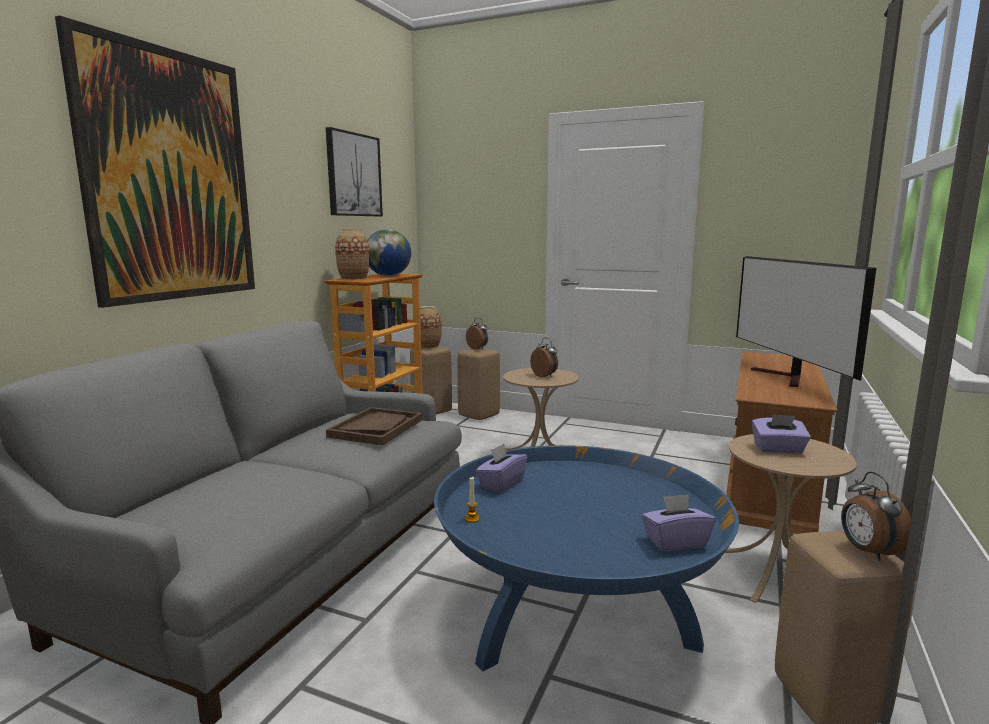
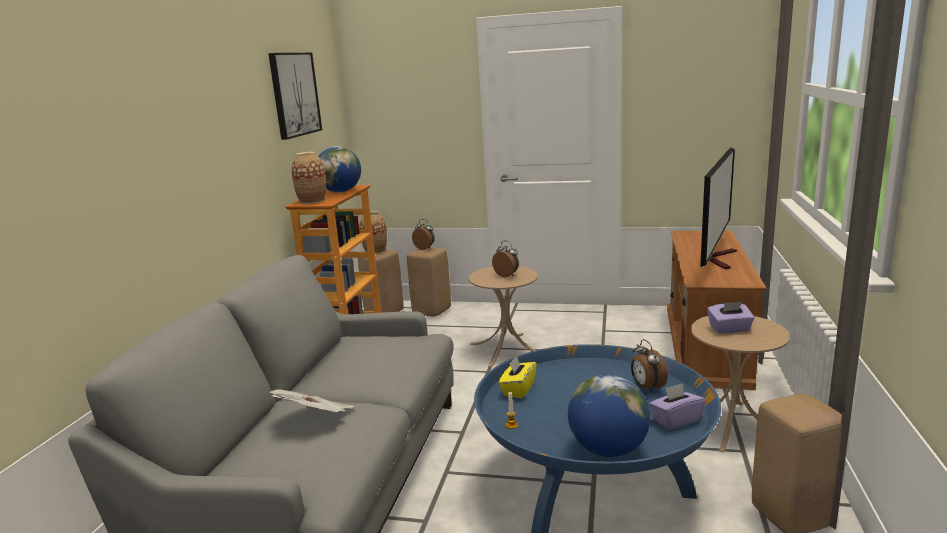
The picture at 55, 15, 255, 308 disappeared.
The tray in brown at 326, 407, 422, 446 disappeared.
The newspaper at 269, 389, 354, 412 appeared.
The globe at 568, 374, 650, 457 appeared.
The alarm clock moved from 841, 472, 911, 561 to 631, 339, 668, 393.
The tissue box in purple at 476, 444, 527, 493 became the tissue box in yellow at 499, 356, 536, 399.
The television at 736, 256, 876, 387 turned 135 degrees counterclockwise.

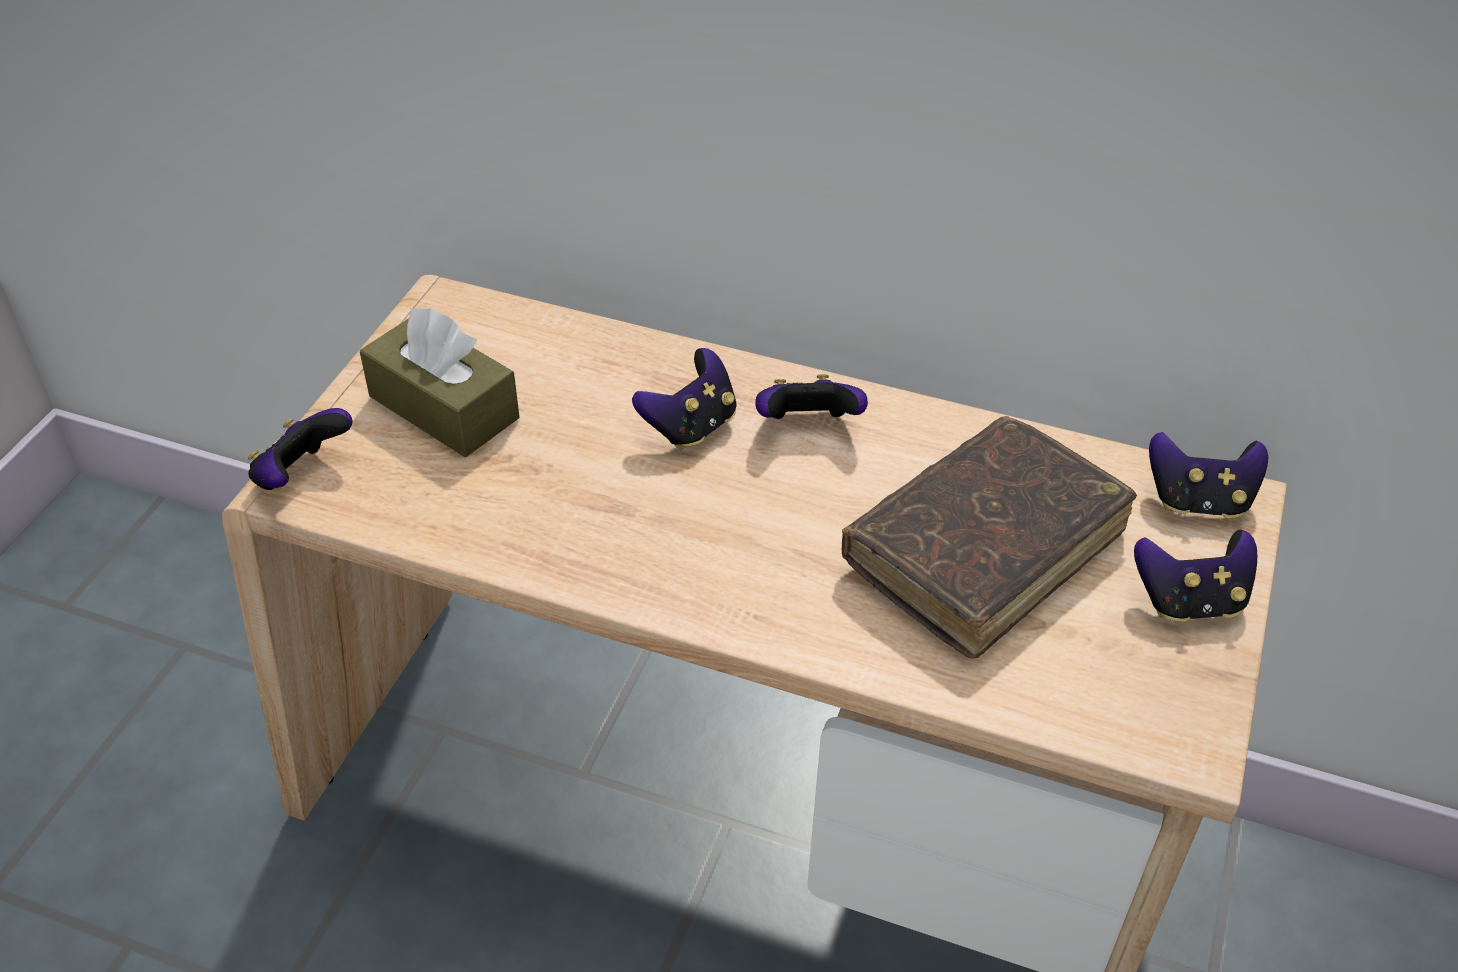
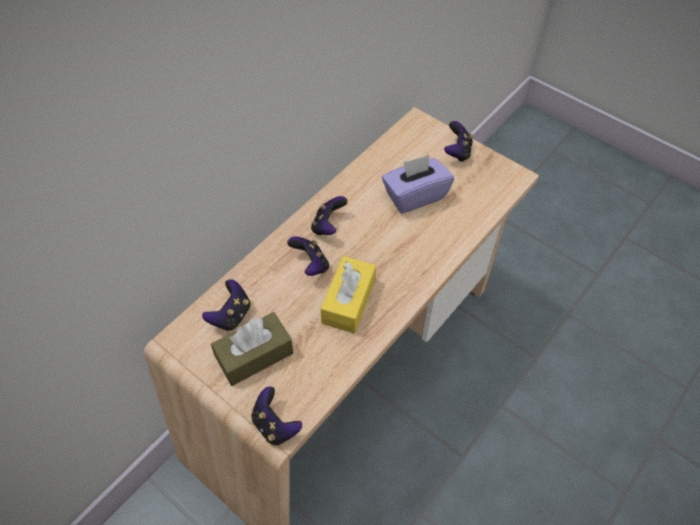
The tissue box in yellow at 321, 256, 376, 333 appeared.
The game controller moved from 1149, 432, 1268, 518 to 202, 279, 251, 331.
The book in brown at 842, 416, 1137, 659 was replaced by the tissue box in purple at 382, 155, 454, 213.

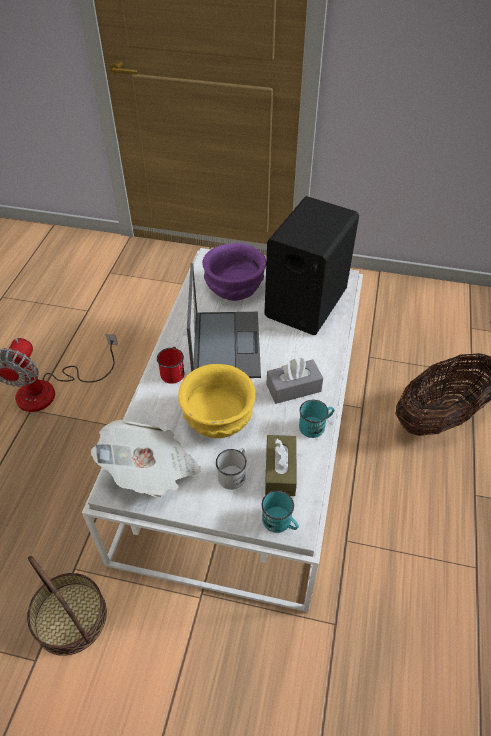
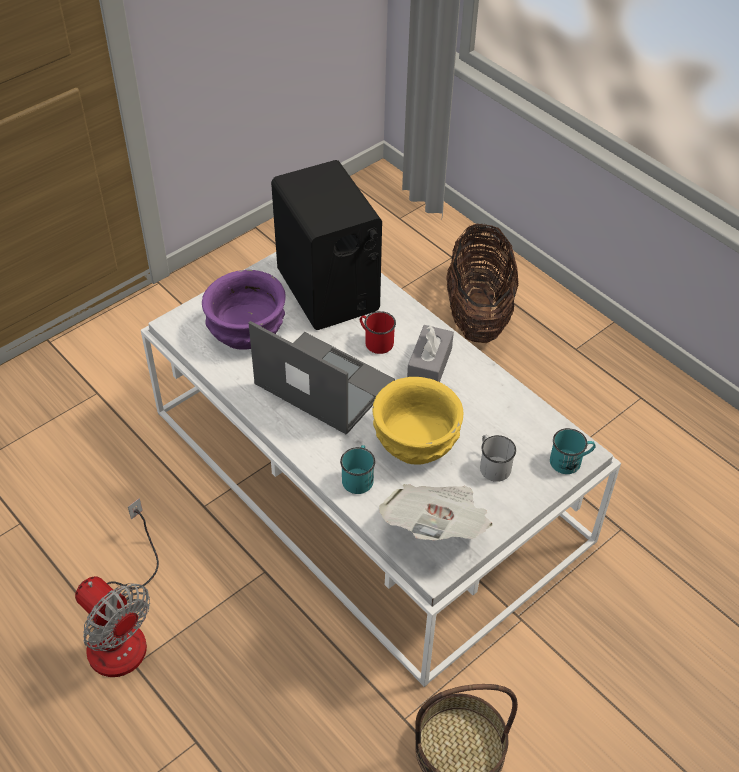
The tissue box in brown at 265, 435, 297, 496 disappeared.
The mug in red moved from 157, 347, 184, 384 to 360, 311, 396, 354.
The mug in turquoise moved from 299, 400, 334, 438 to 340, 445, 375, 494.

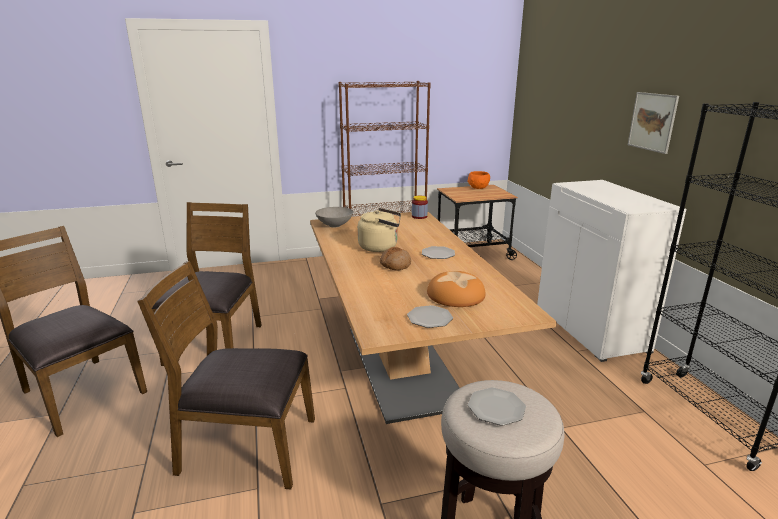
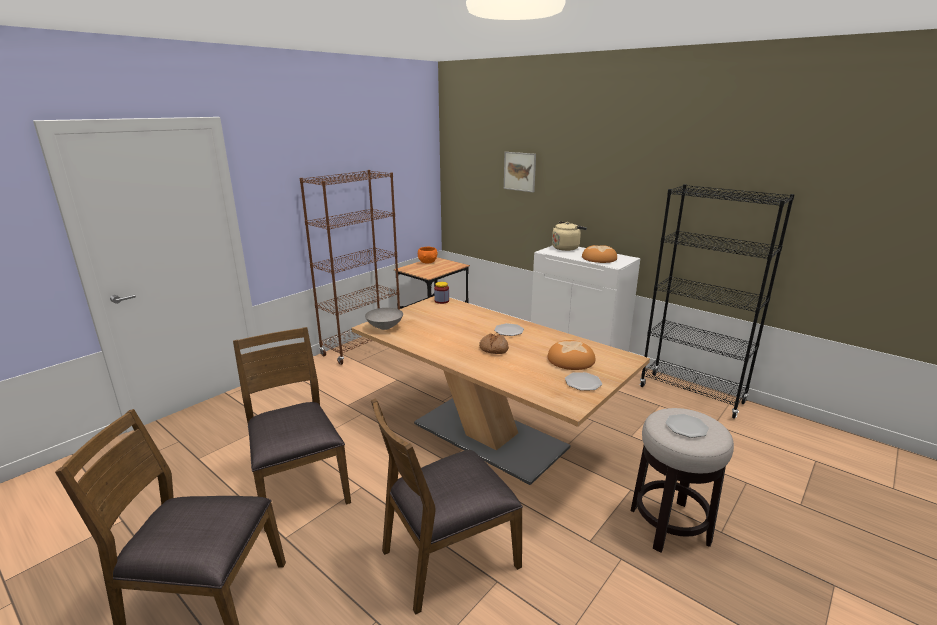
The bread at 582, 245, 617, 263 appeared.
The kettle in beige moved from 358, 208, 401, 252 to 552, 221, 587, 251.
The picture moved from 628, 92, 679, 154 to 504, 152, 536, 192.

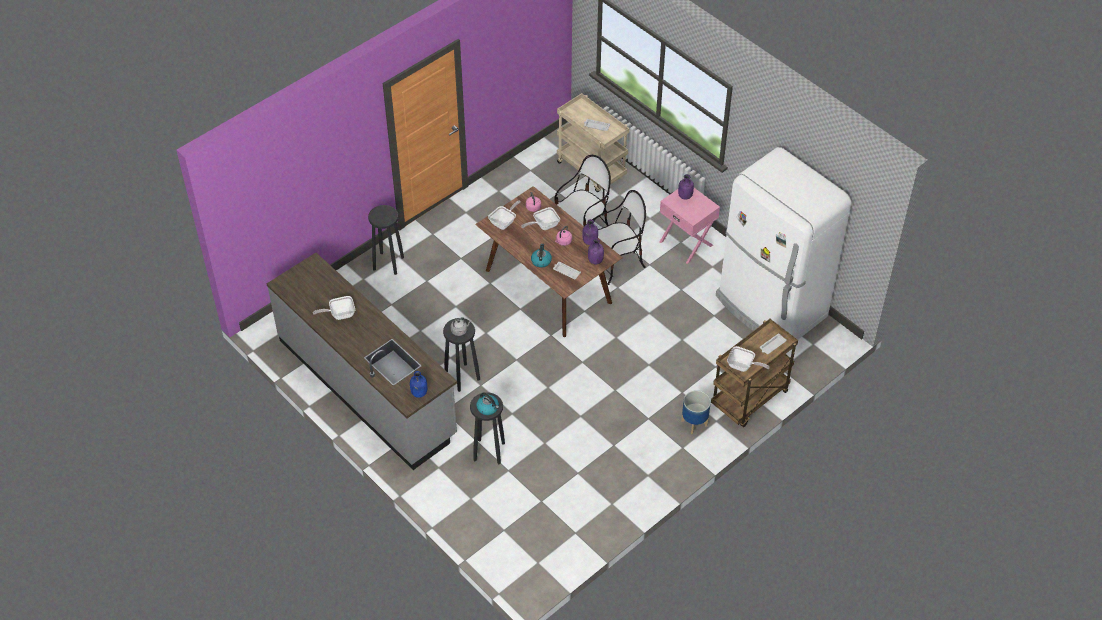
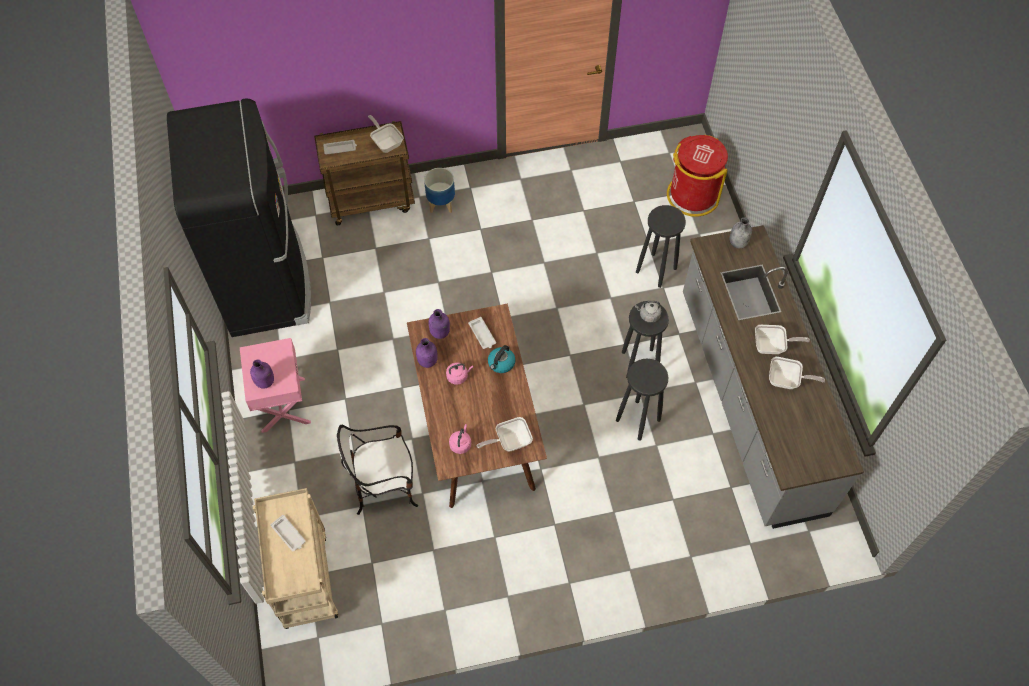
The kettle at 476, 392, 499, 415 disappeared.
The chair at 593, 190, 646, 285 disappeared.
The trash can in red at 667, 135, 728, 217 appeared.
The stool in black moved from 368, 205, 404, 275 to 616, 359, 669, 441.
The frying pan moved from 521, 207, 560, 230 to 755, 325, 810, 354.
The bottle in blue at 410, 371, 427, 398 became the bottle in grey at 730, 217, 752, 249.
The fridge in white at 716, 147, 851, 340 became the fridge in black at 167, 98, 311, 337.

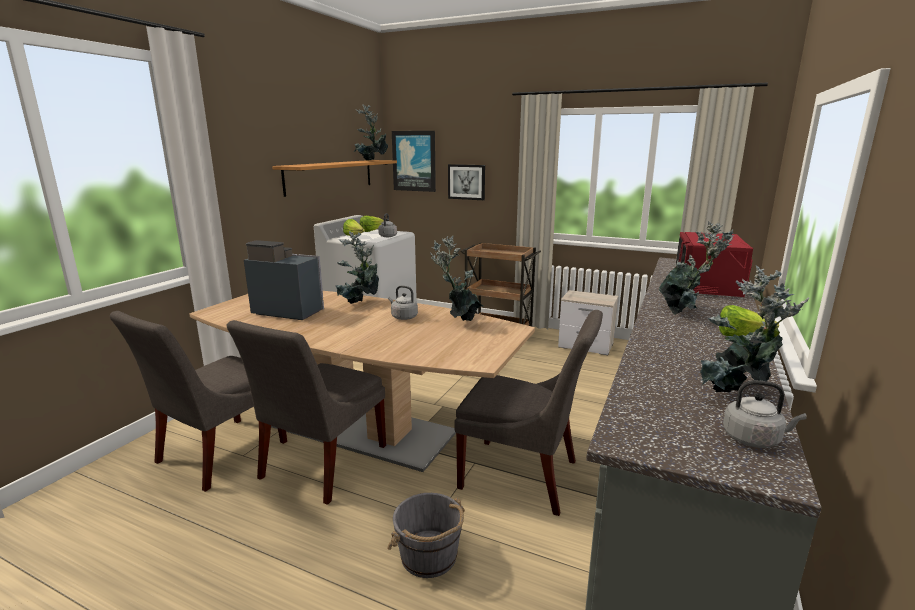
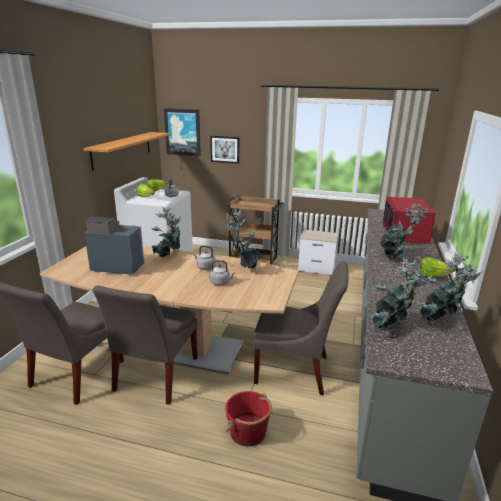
The potted plant moved from 354, 104, 388, 161 to 372, 257, 432, 330.
The kettle in grey moved from 723, 380, 807, 448 to 209, 260, 235, 285.
The bucket in grey at 387, 493, 465, 578 became the bucket in red at 225, 391, 272, 446.

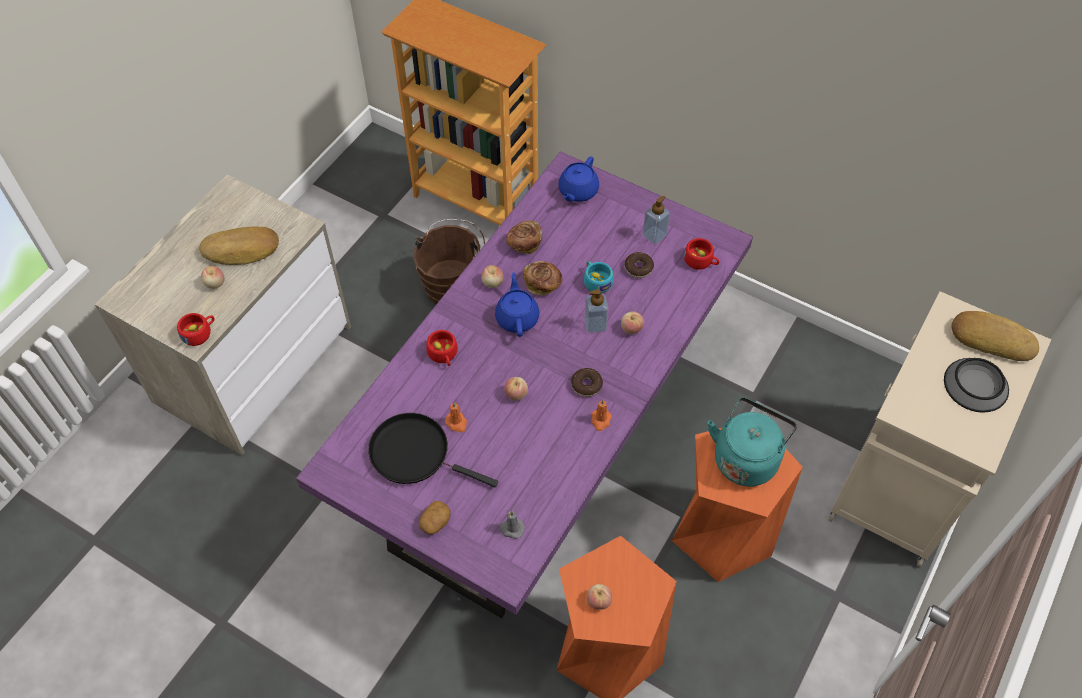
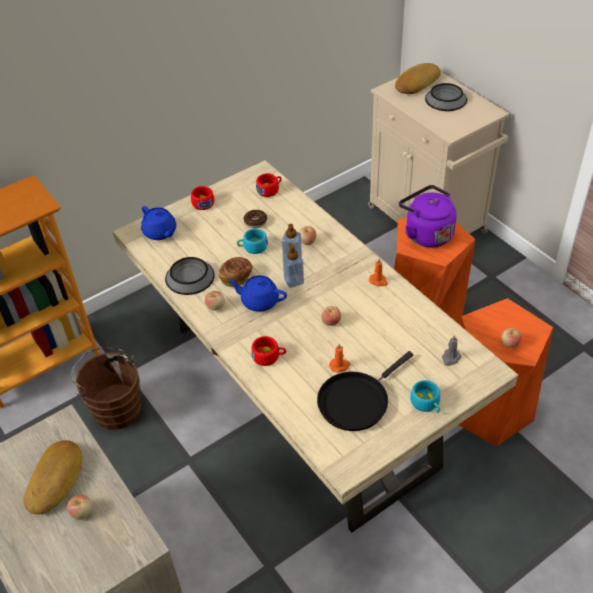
The donut at 571, 368, 603, 397 disappeared.
The cup in red moved from 177, 313, 214, 346 to 191, 186, 215, 210.
The soap dispenser moved from 643, 196, 670, 244 to 283, 242, 304, 288.
The potato at 419, 501, 451, 535 was replaced by the cup in turquoise at 410, 380, 440, 413.
The bread at 506, 221, 542, 254 was replaced by the bowl at 165, 257, 215, 295.
The dining table in purple at 296, 151, 753, 619 became the dining table in beige at 113, 160, 518, 533.
The kettle in turquoise at 708, 397, 797, 487 became the kettle in purple at 399, 185, 457, 248.

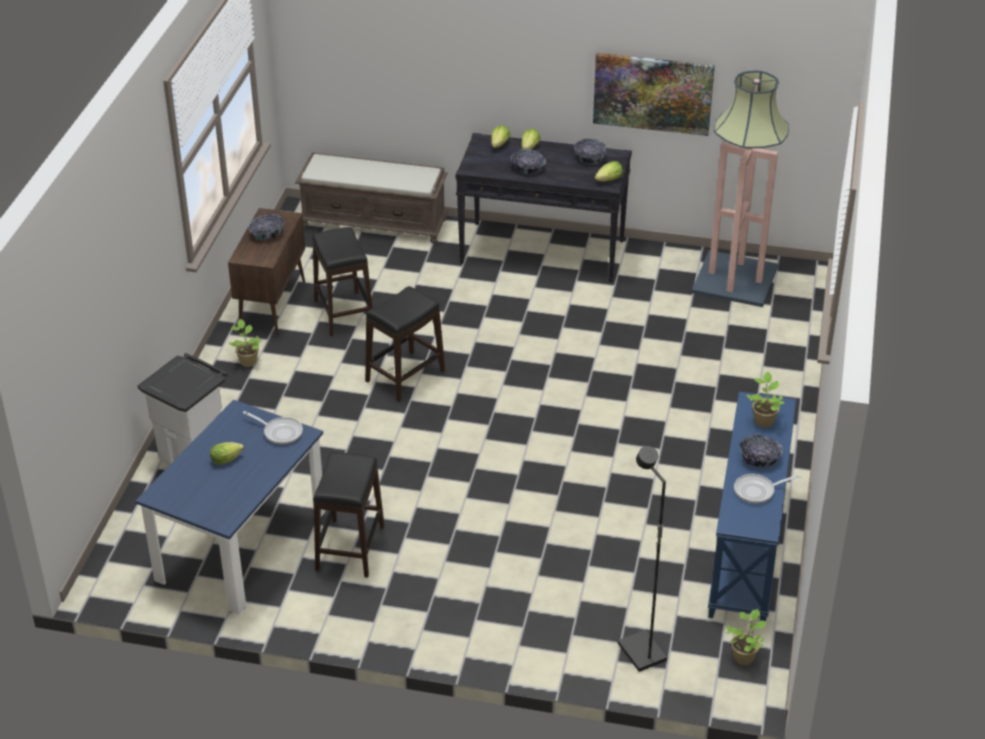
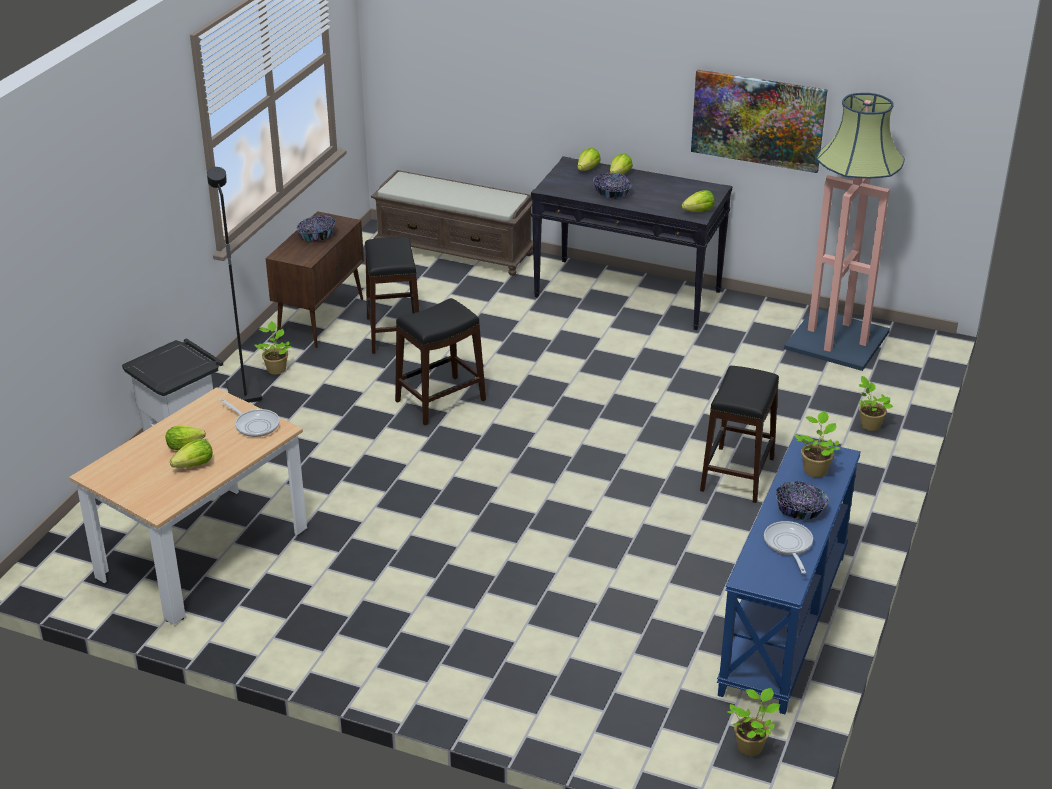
The bowl at 574, 139, 606, 165 disappeared.
The lettuce at 170, 439, 213, 468 appeared.
The potted plant at 859, 376, 893, 431 appeared.
The stool in black moved from 313, 452, 385, 578 to 700, 366, 779, 503.
The floor lamp in black moved from 618, 446, 667, 672 to 207, 167, 262, 403.
The dining table in blue at 135, 400, 325, 615 became the dining table in beige at 69, 387, 307, 625.
The frying pan at 734, 474, 802, 503 turned 90 degrees clockwise.

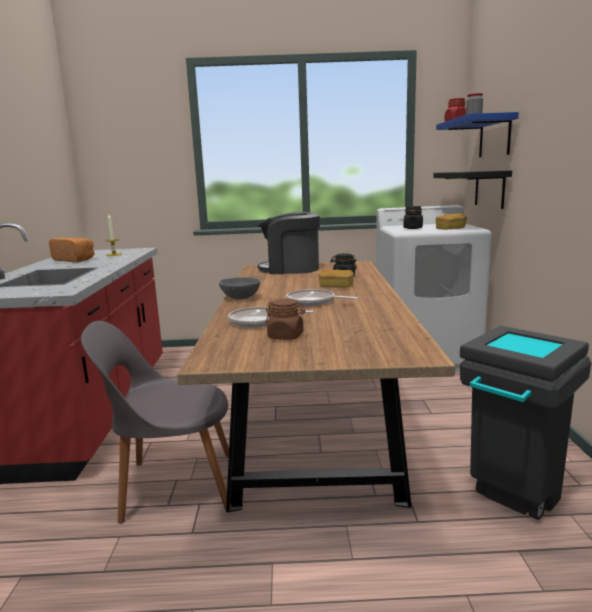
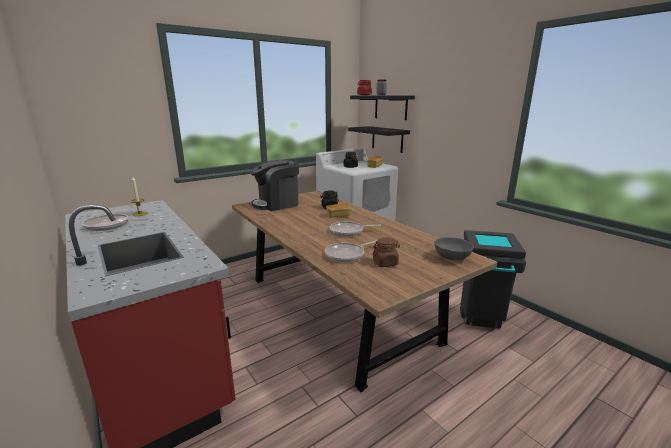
The chair in grey at 81, 321, 232, 524 disappeared.
The bowl in grey moved from 219, 277, 260, 300 to 434, 237, 474, 260.
The bread at 49, 238, 94, 262 was replaced by the frying pan at 82, 214, 149, 231.
The shelf in blue at 436, 112, 519, 157 became the shelf in black at 350, 95, 415, 120.

